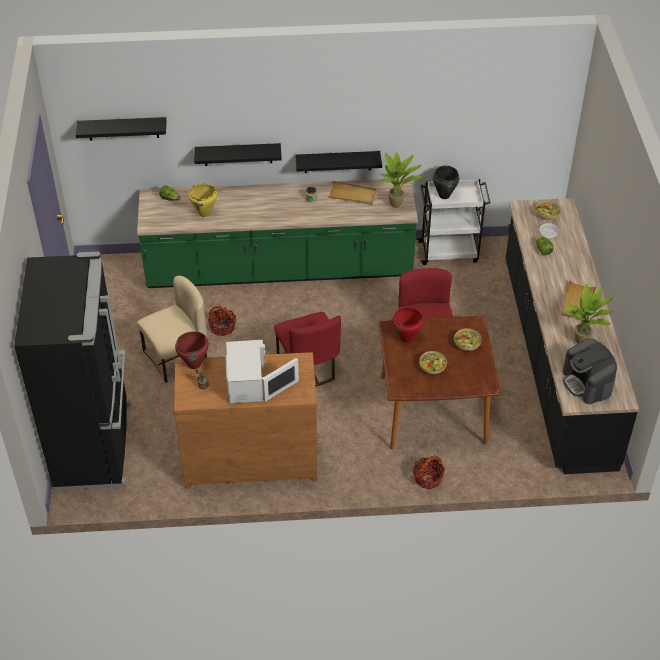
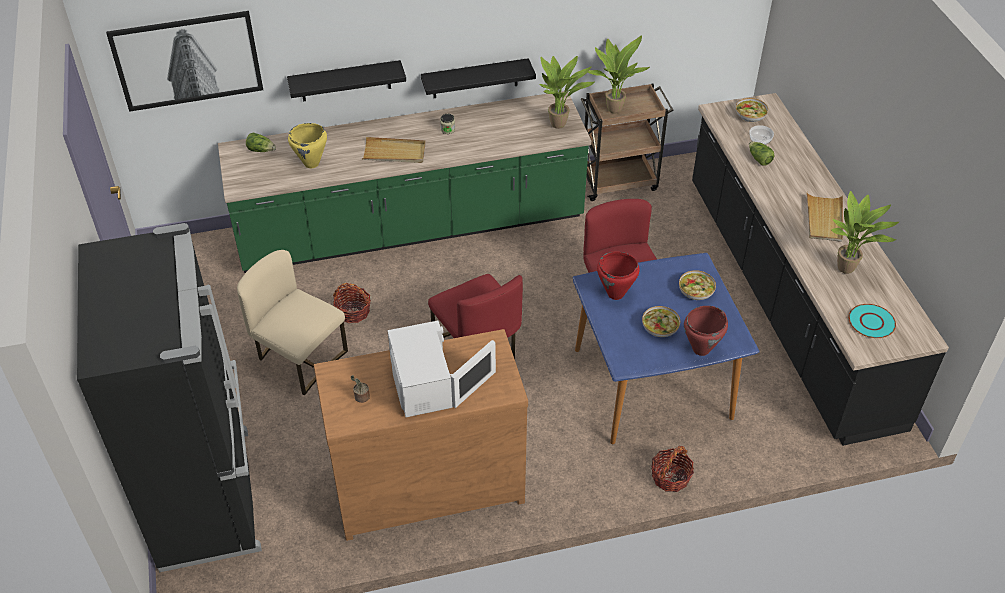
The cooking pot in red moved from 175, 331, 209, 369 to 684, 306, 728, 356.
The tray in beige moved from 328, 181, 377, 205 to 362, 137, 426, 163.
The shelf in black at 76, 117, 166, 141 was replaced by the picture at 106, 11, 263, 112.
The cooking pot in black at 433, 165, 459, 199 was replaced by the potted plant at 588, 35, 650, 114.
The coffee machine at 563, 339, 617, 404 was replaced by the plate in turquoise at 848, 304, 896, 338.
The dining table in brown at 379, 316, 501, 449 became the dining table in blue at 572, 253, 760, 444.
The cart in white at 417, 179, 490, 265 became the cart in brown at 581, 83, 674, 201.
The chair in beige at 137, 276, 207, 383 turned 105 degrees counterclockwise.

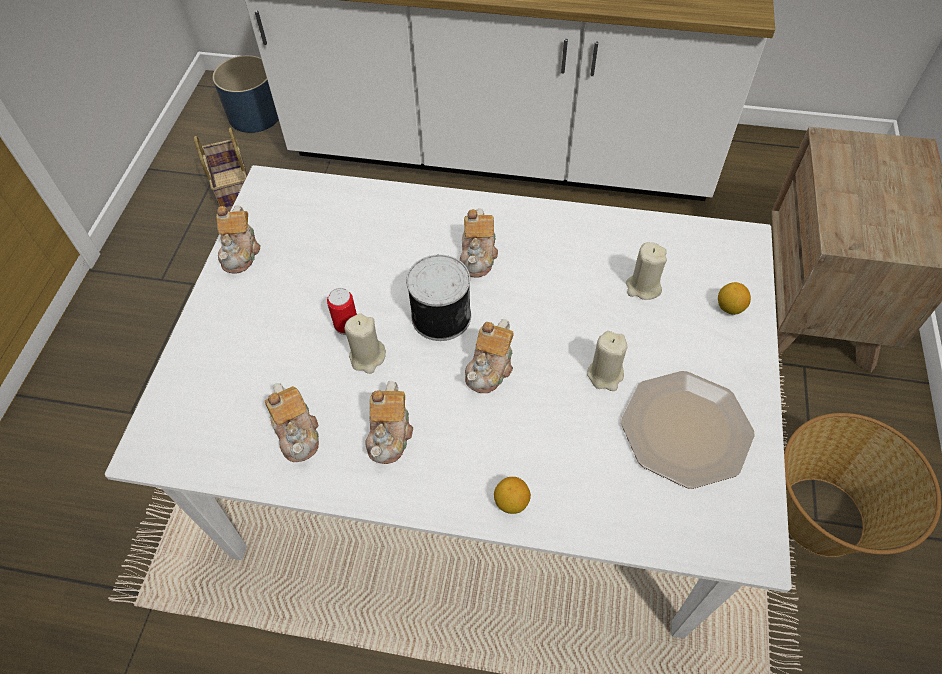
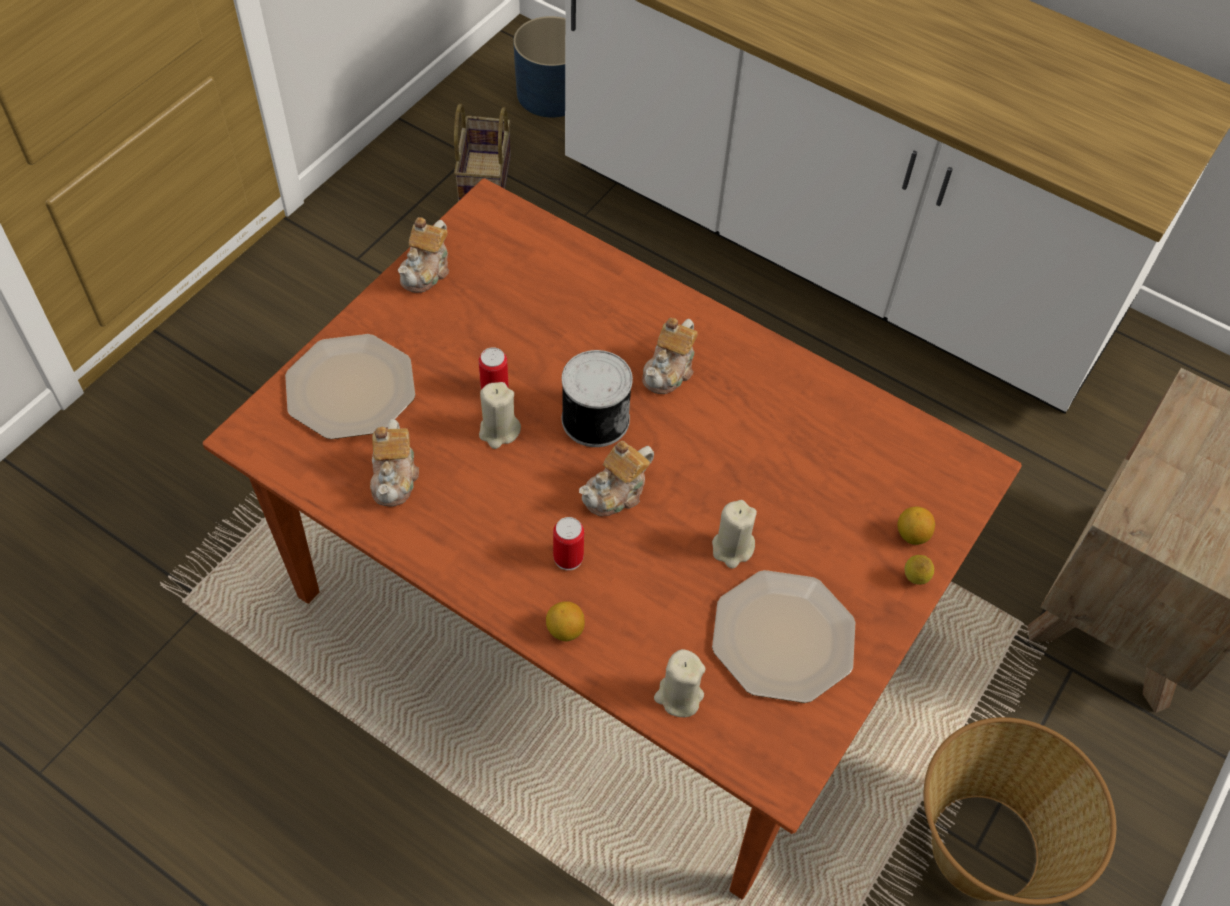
The teapot at 365, 381, 413, 464 disappeared.
The plate at 285, 334, 415, 439 appeared.
The can at 553, 517, 584, 571 appeared.
The lemon at 905, 555, 934, 585 appeared.
The candle in beige moved from 626, 242, 667, 300 to 654, 649, 706, 717.
The dining table in white at 105, 165, 792, 638 became the dining table in brown at 203, 178, 1022, 899.

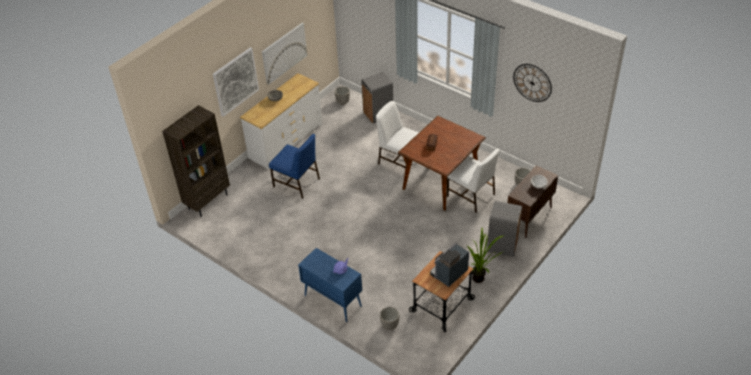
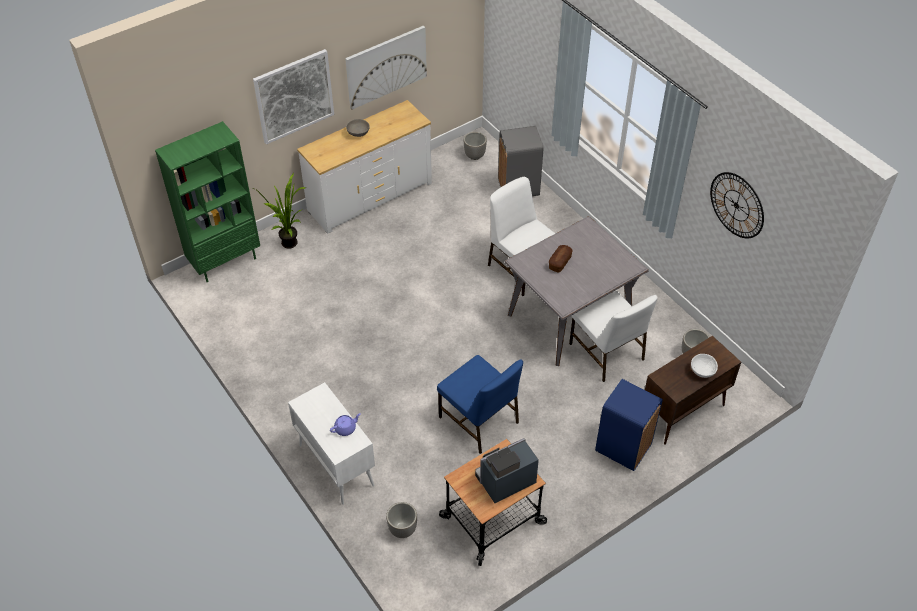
The chair in blue moved from 269, 134, 320, 199 to 437, 355, 523, 454.
The potted plant moved from 468, 228, 505, 283 to 255, 173, 306, 249.
The bookcase in brown at 162, 105, 230, 217 became the bookcase in green at 155, 121, 260, 282.
The cabinet in blue at 298, 248, 362, 322 became the cabinet in white at 288, 382, 375, 505.
The dining table in brown at 398, 116, 486, 211 became the dining table in grey at 504, 216, 649, 366.
The trash can in grey at 487, 201, 522, 257 became the trash can in blue at 595, 379, 663, 471.

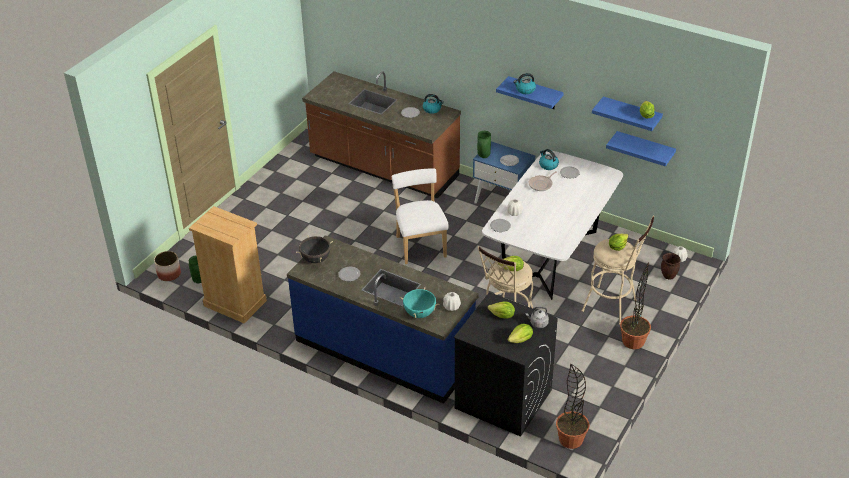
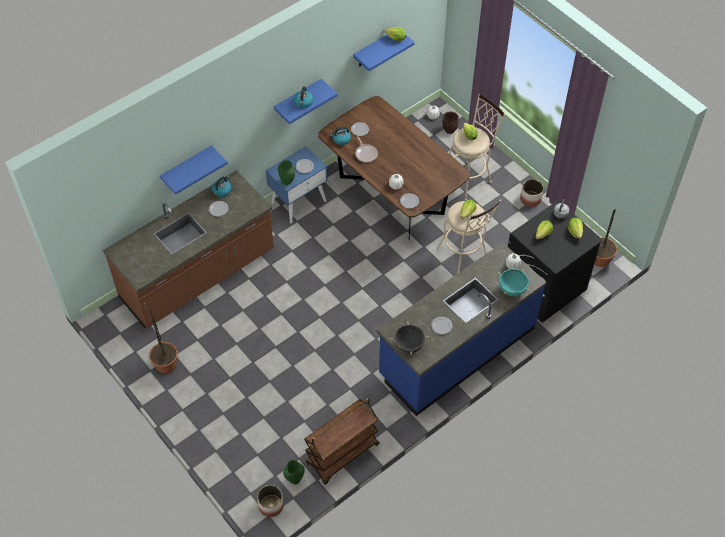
The chair in white at 392, 168, 448, 264 disappeared.
The planter at 520, 179, 544, 207 appeared.
The shelf in blue moved from 606, 131, 676, 166 to 160, 145, 228, 195.
The potted plant moved from 620, 262, 651, 349 to 149, 308, 178, 374.
The dresser in beige at 189, 206, 267, 323 was replaced by the cart in brown at 304, 398, 380, 485.
The dining table in white at 482, 151, 623, 300 became the dining table in brown at 318, 96, 470, 238.

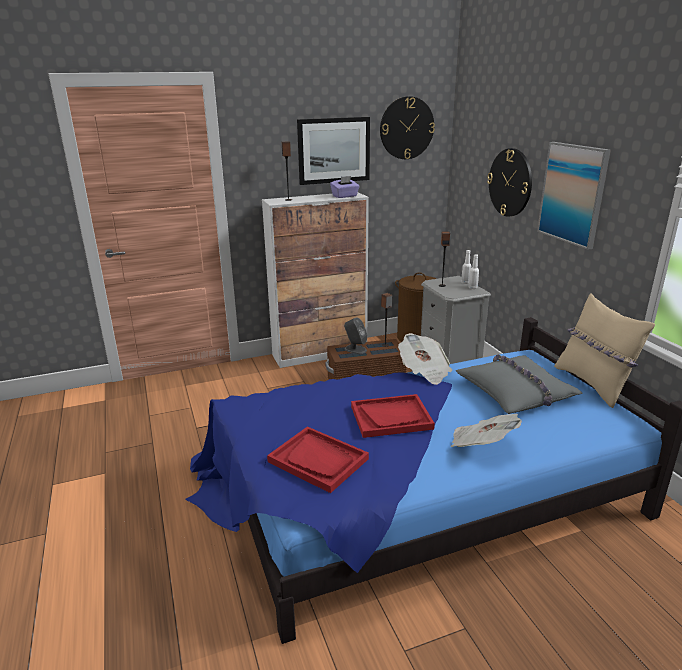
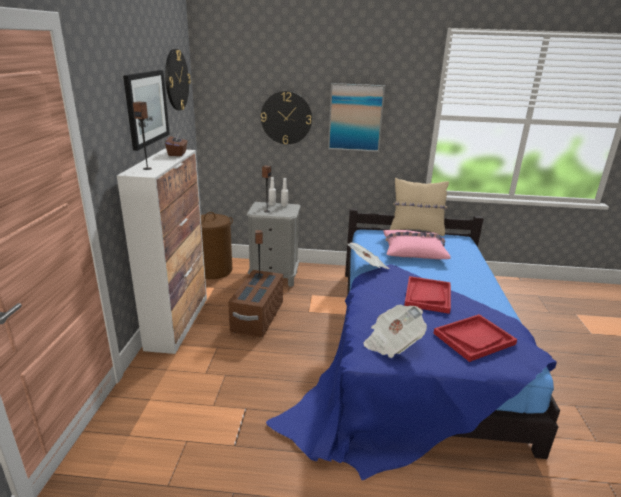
The speaker in grey at 344, 317, 367, 354 disappeared.
The newspaper moved from 451, 414, 522, 447 to 363, 304, 427, 358.
The tissue box in purple at 330, 176, 360, 198 became the tissue box in brown at 165, 132, 188, 156.
The pillow in grey at 456, 354, 583, 414 became the pillow in pink at 383, 230, 451, 259.

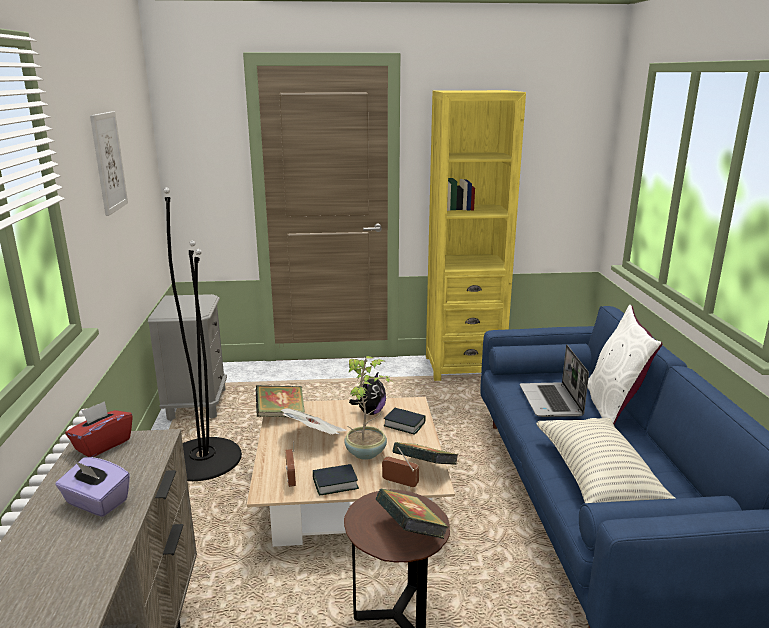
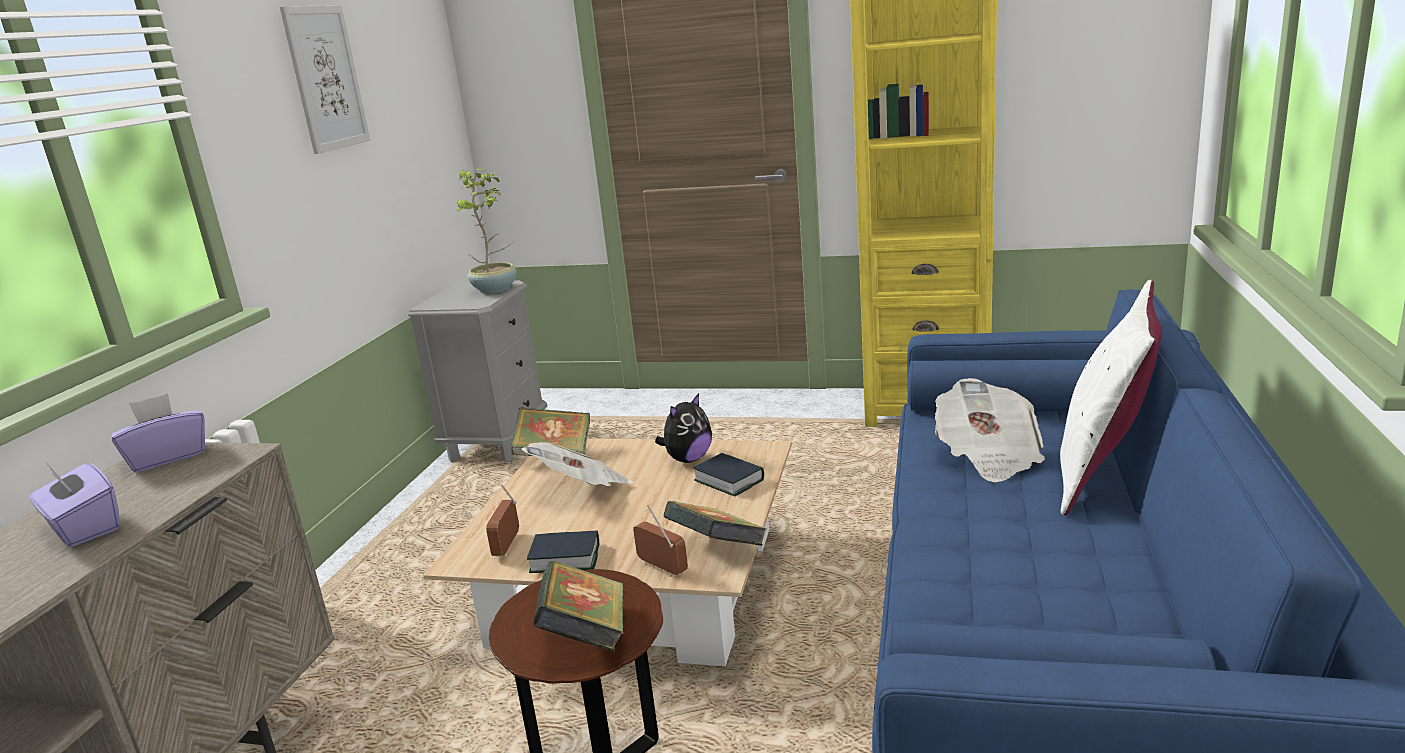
The floor lamp in black at 163, 188, 242, 481 disappeared.
The pillow at 536, 418, 675, 503 disappeared.
The potted plant moved from 344, 356, 393, 460 to 457, 168, 517, 294.
The laptop at 520, 345, 589, 417 was replaced by the newspaper at 935, 378, 1045, 483.
The tissue box in red at 65, 401, 133, 457 became the tissue box in purple at 112, 393, 205, 473.

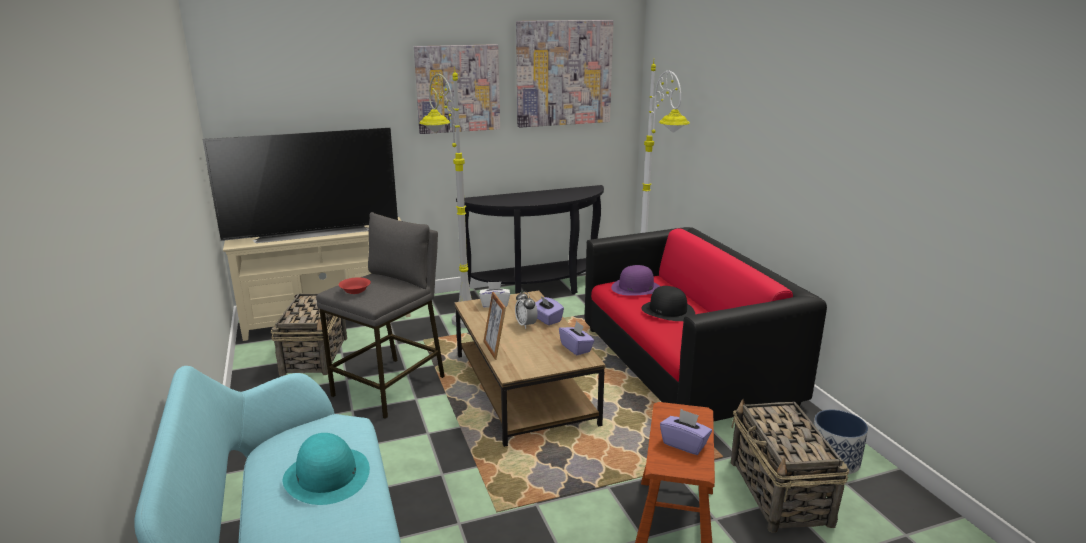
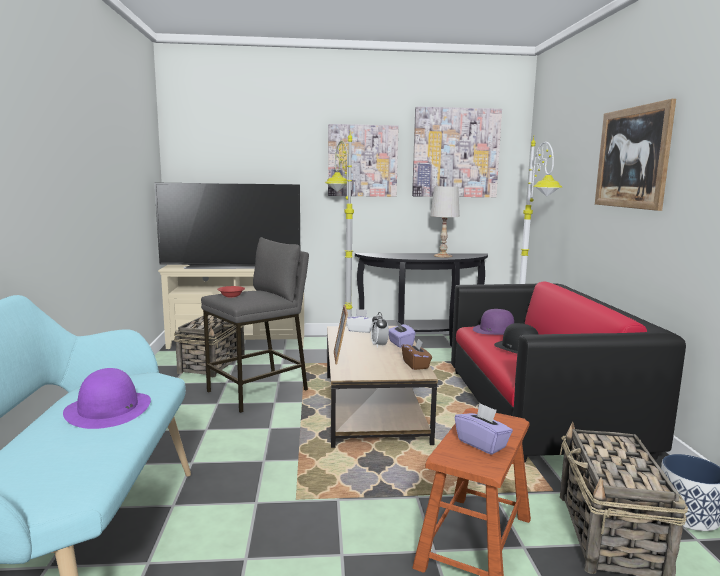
The table lamp in white at 430, 186, 460, 258 appeared.
The picture at 595, 99, 676, 211 appeared.
The hat in turquoise at 282, 433, 370, 505 became the hat in purple at 63, 368, 151, 429.
The tissue box in purple at 559, 321, 595, 355 became the tissue box in brown at 402, 338, 432, 370.

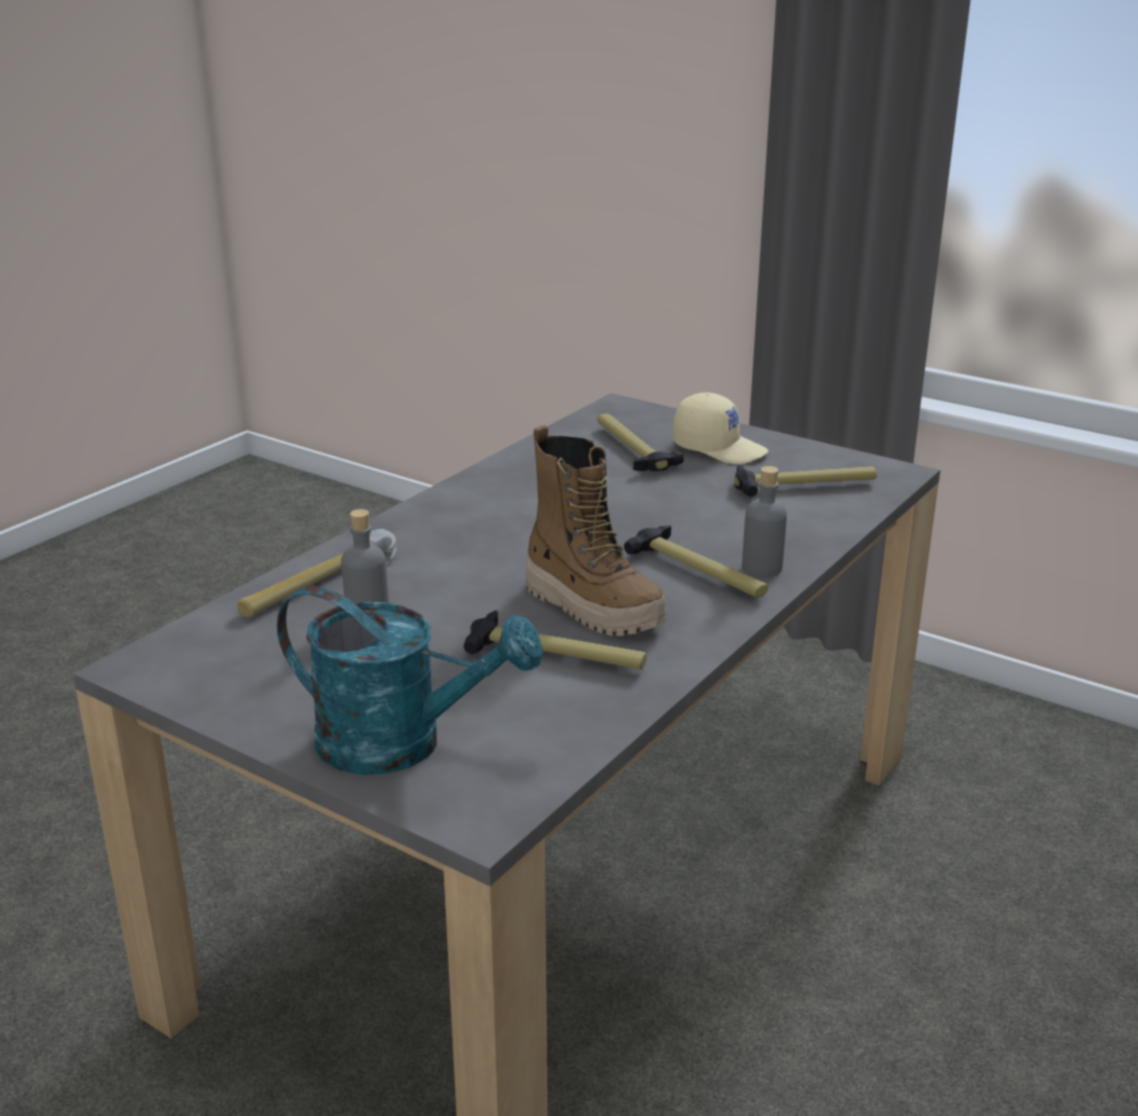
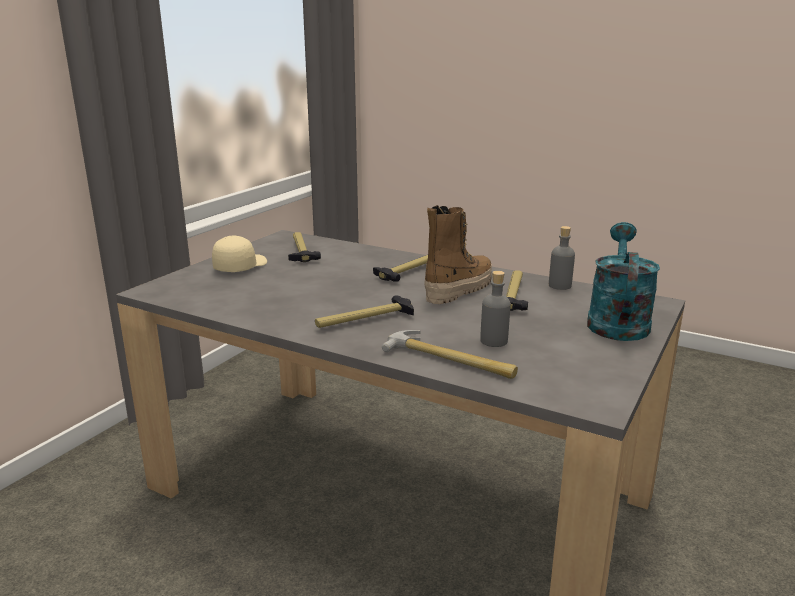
The hammer moved from 597, 414, 684, 471 to 315, 295, 414, 328.
The bottle in grey moved from 742, 466, 787, 577 to 549, 226, 575, 290.

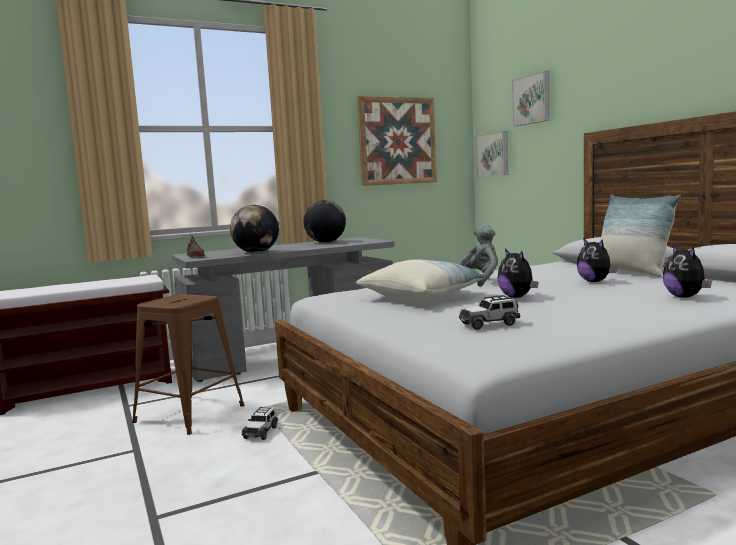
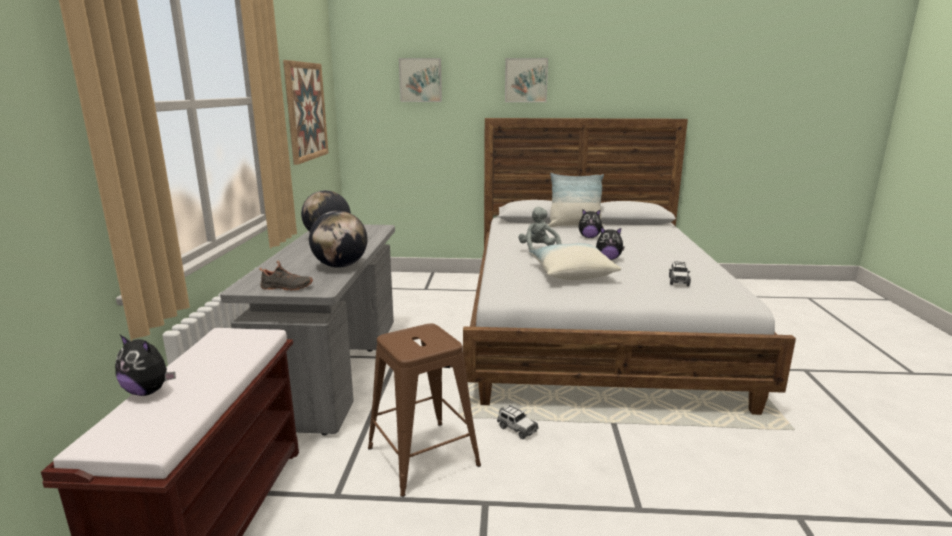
The picture moved from 476, 131, 508, 177 to 505, 58, 548, 102.
The plush toy moved from 663, 245, 712, 298 to 115, 335, 176, 396.

